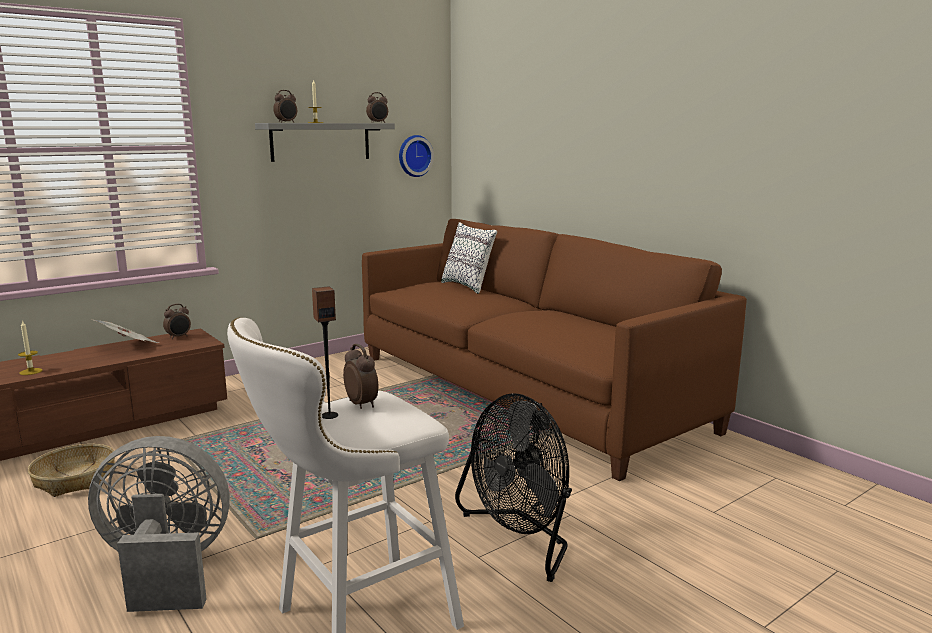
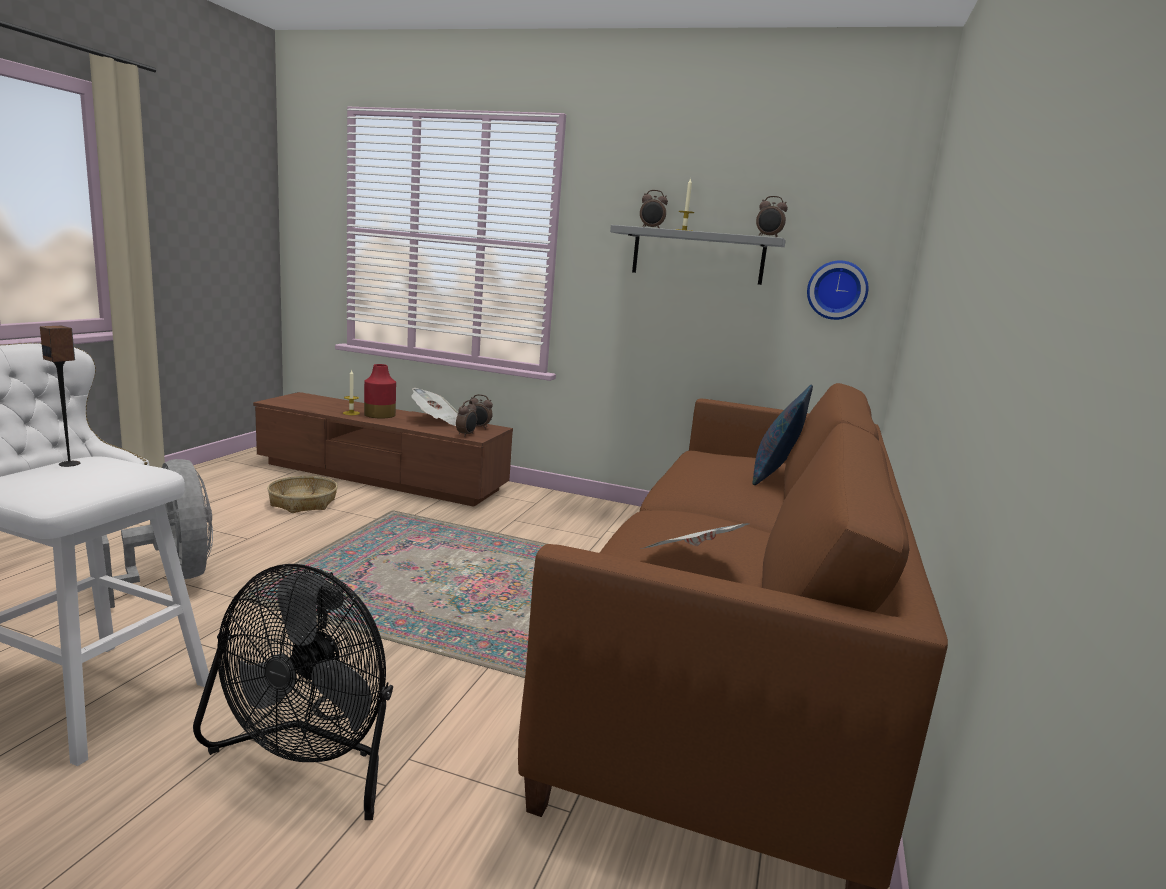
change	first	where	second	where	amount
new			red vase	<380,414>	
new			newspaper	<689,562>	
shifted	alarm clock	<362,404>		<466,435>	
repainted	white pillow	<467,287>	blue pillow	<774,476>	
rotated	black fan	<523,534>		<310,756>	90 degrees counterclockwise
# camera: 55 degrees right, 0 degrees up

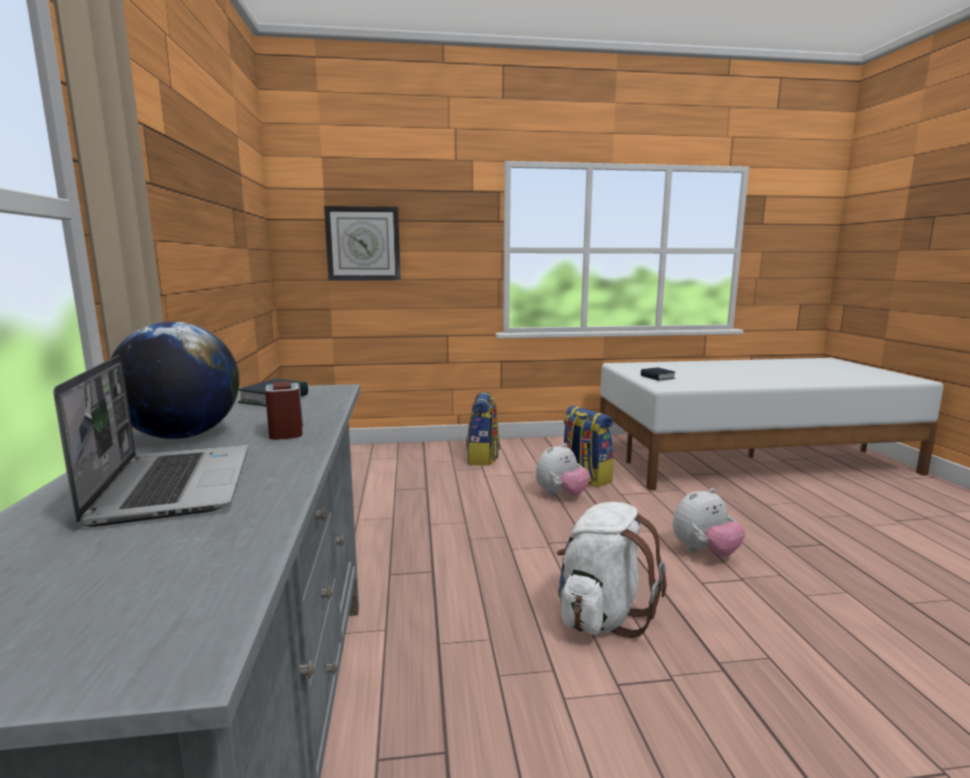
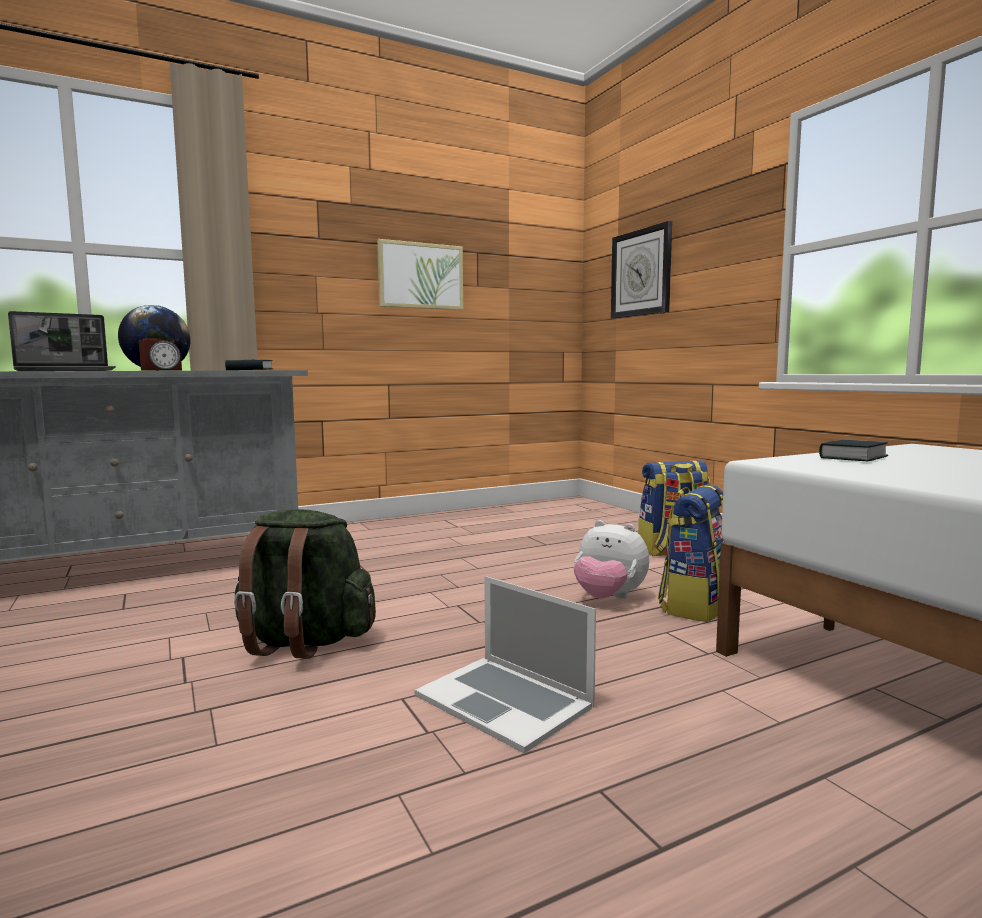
change	first	where	second	where	amount
new			picture	<420,276>	
swapped	plush toy	<704,552>	laptop	<504,700>	
repainted	white backpack	<601,615>	green backpack	<304,642>	
# camera: 70 degrees right, 5 degrees down

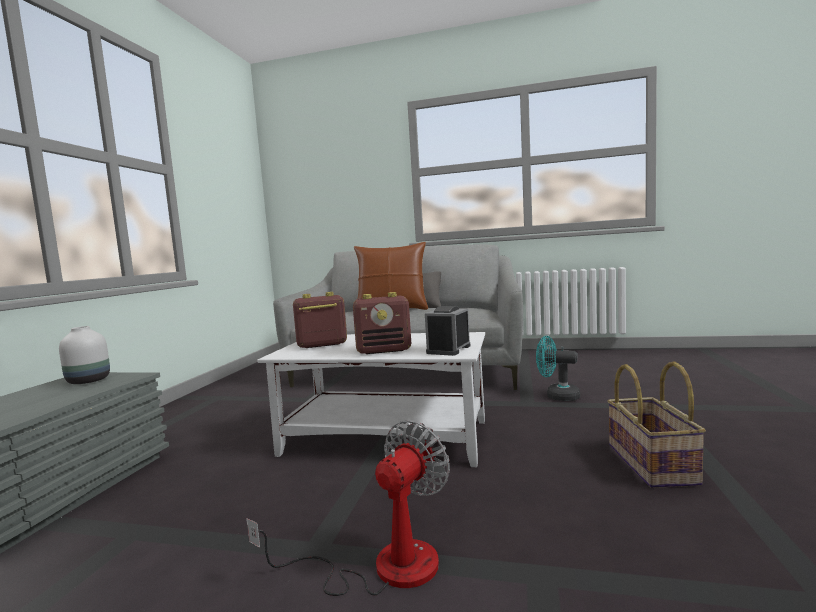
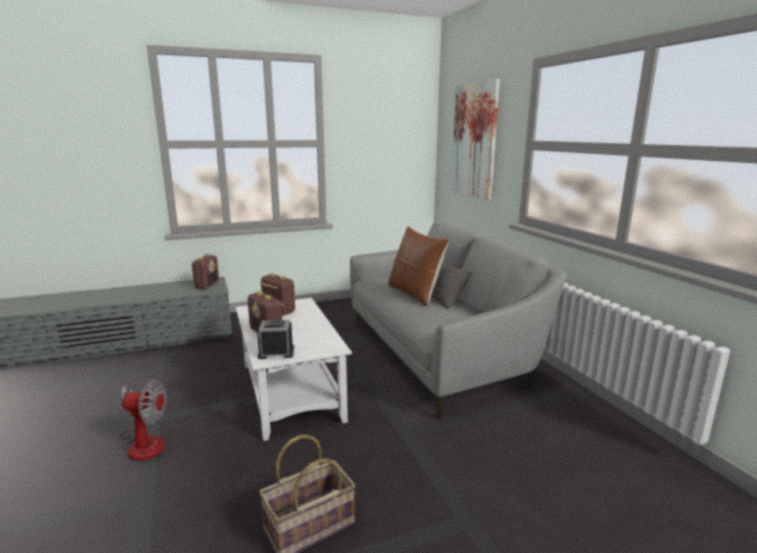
change	first	where	second	where	amount
gone	turquoise fan	<557,396>			
new			picture	<474,140>	
swapped	white vase	<87,381>	radio	<207,285>	
# camera: 55 degrees right, 10 degrees up

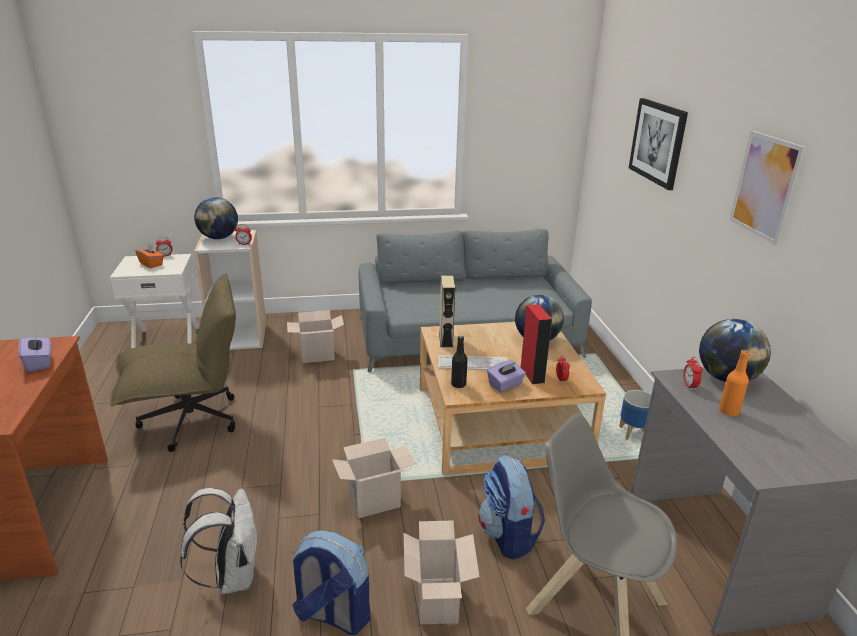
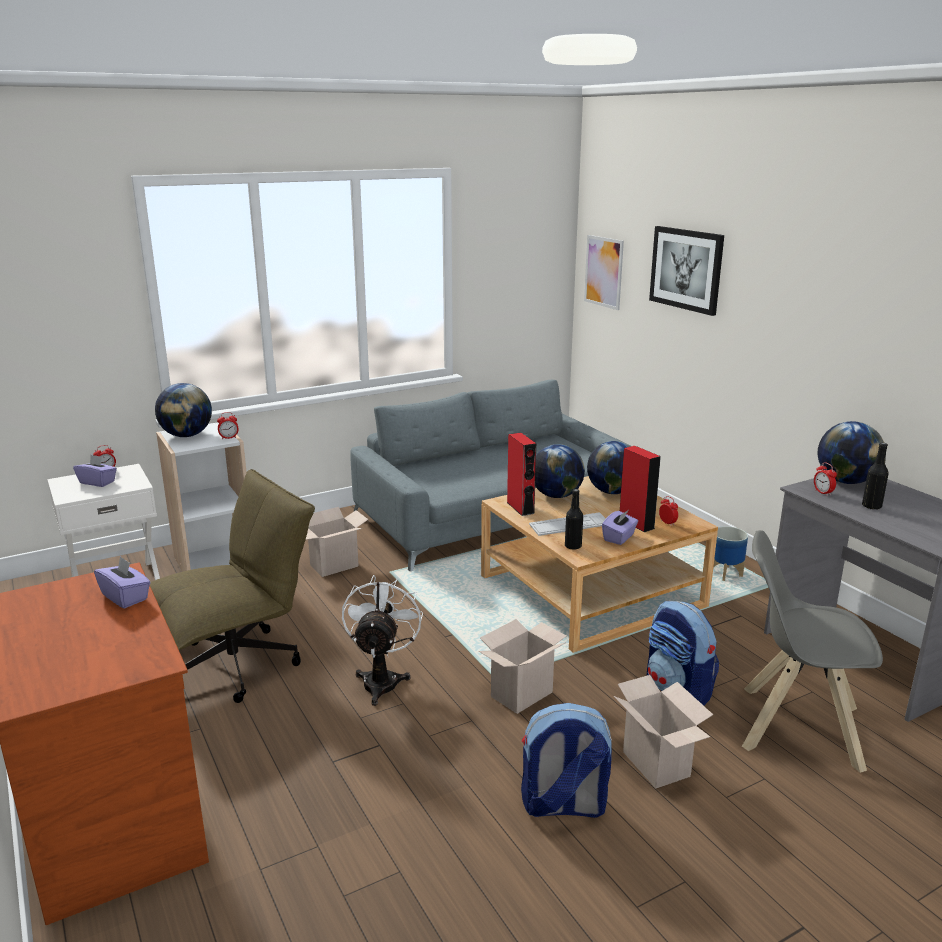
change	first	where	second	where	amount
gone	white backpack	<232,576>			
new			white fan	<382,679>	
new			globe	<556,495>	
shifted	picture	<765,186>		<603,272>	
repainted	orange tissue box	<151,264>	purple tissue box	<97,482>	
repainted	beige speaker	<445,339>	red speaker	<520,508>	
repainted	orange bottle	<728,411>	black bottle	<871,506>	
# camera: 20 degrees left, 5 degrees down

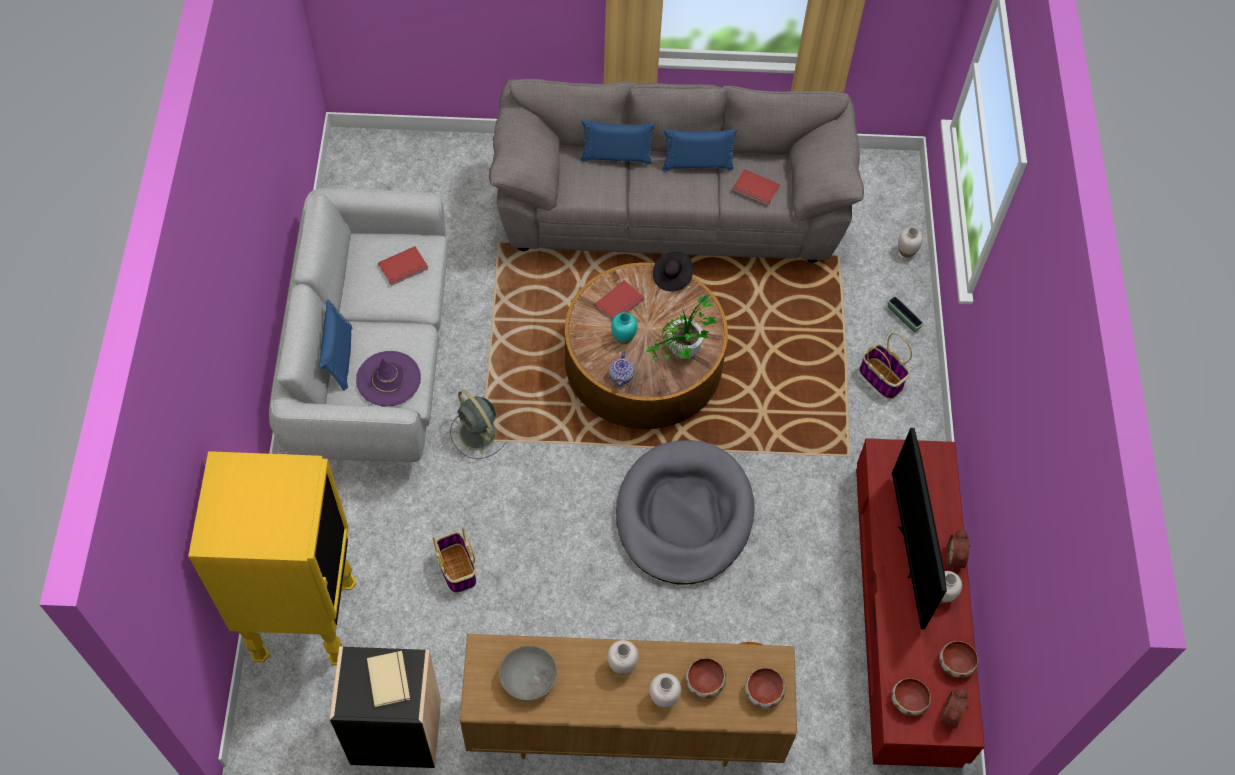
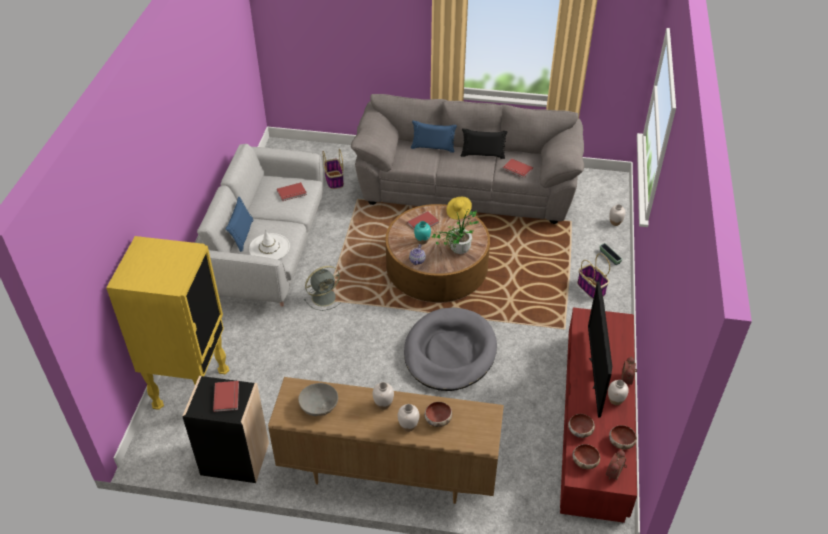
change	first	where	second	where	amount
shifted	basket	<456,568>		<334,180>	
shifted	bowl	<763,693>		<580,431>	
repainted	purple hat	<388,379>	white hat	<269,248>	
repainted	beige book	<390,679>	red book	<227,397>	
repainted	black hat	<672,277>	yellow hat	<458,212>	
repainted	blue pillow	<697,164>	black pillow	<483,154>	
rotated	grey fan	<479,434>		<325,297>	90 degrees counterclockwise
# camera: 10 degrees right, 15 degrees down

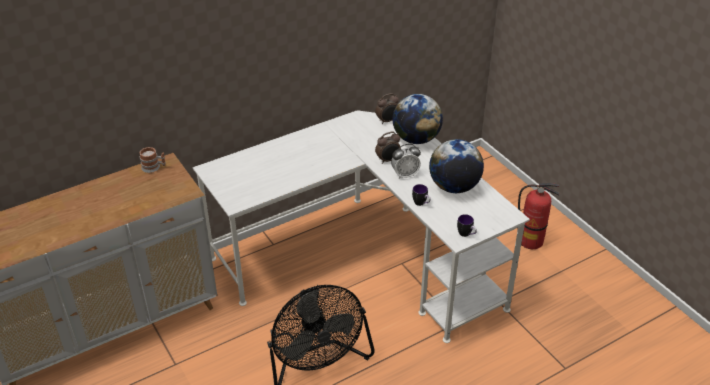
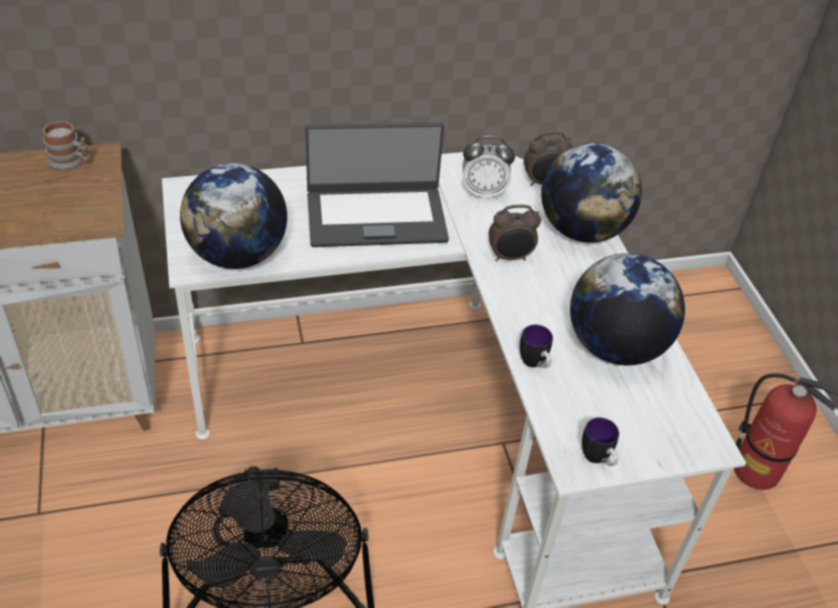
change	first	where	second	where	amount
new			globe	<238,255>	
new			laptop	<376,216>	
shifted	alarm clock	<405,174>		<483,192>	
# camera: 15 degrees right, 5 degrees up

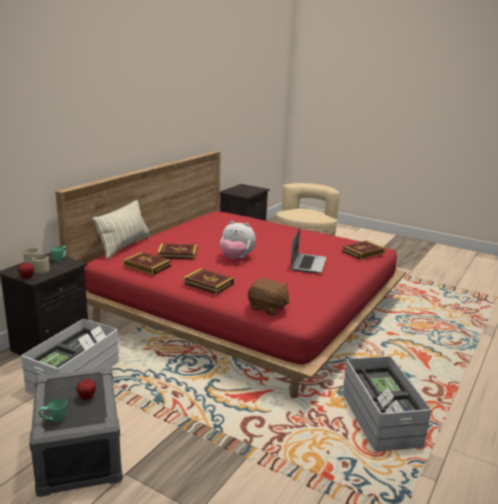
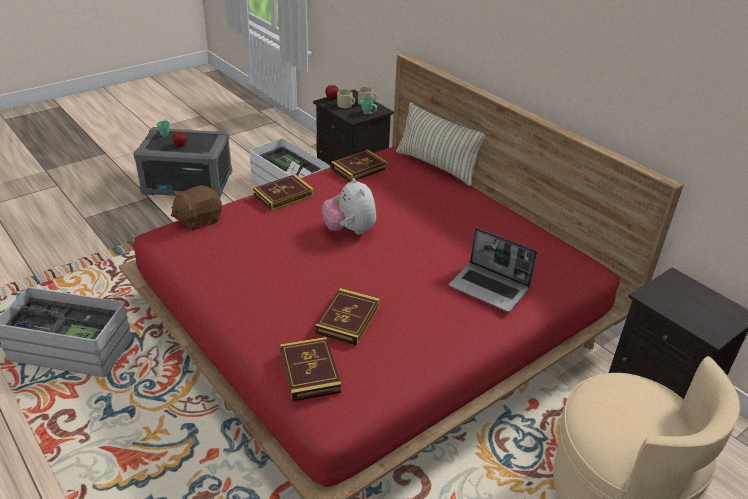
change	first	where	second	where	amount
shifted	book	<177,254>		<348,319>	
shifted	laptop	<308,264>		<490,288>	
rotated	plush toy	<236,258>		<349,230>	60 degrees counterclockwise
# camera: 110 degrees right, 15 degrees up

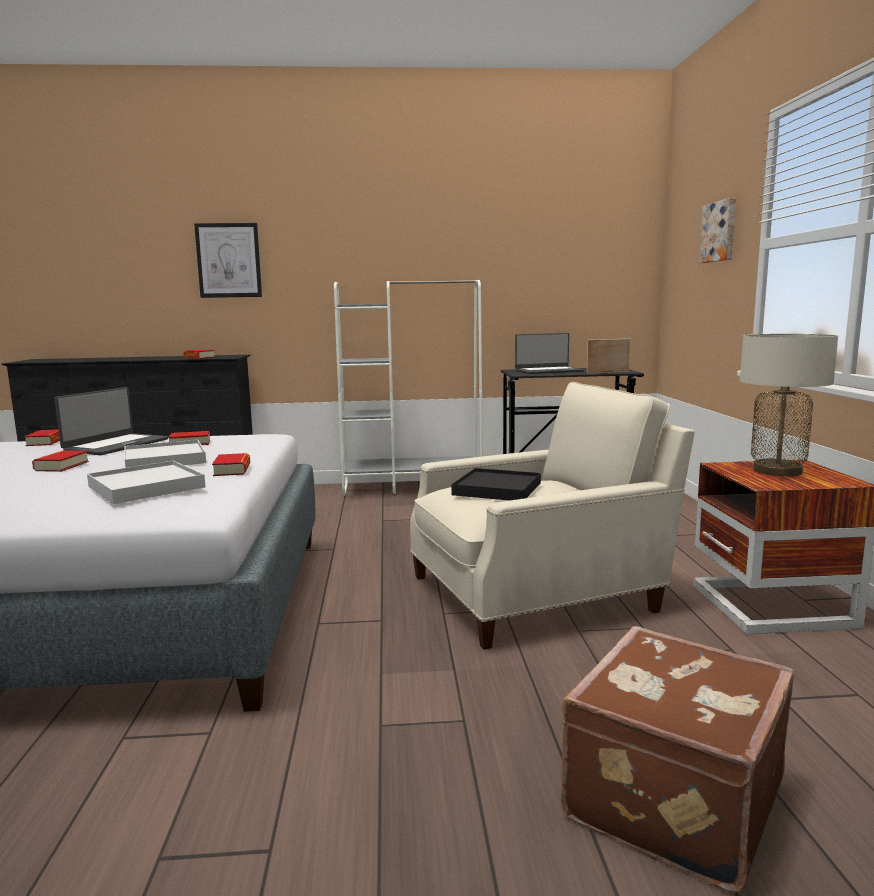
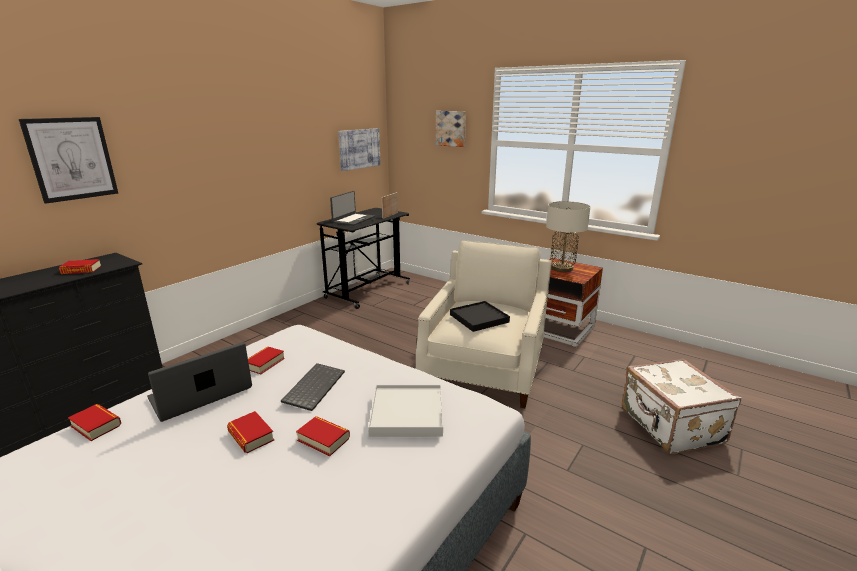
change	first	where	second	where	amount
gone	grey clothes rack	<412,488>			
new			picture	<359,149>	
shifted	book	<232,470>		<323,439>	
swapped	white tray	<165,459>	keyboard	<314,387>	
repainted	brown suitcase	<669,798>	white suitcase	<670,426>	
rotated	laptop	<115,445>		<201,394>	105 degrees counterclockwise
# camera: 50 degrees left, 10 degrees up

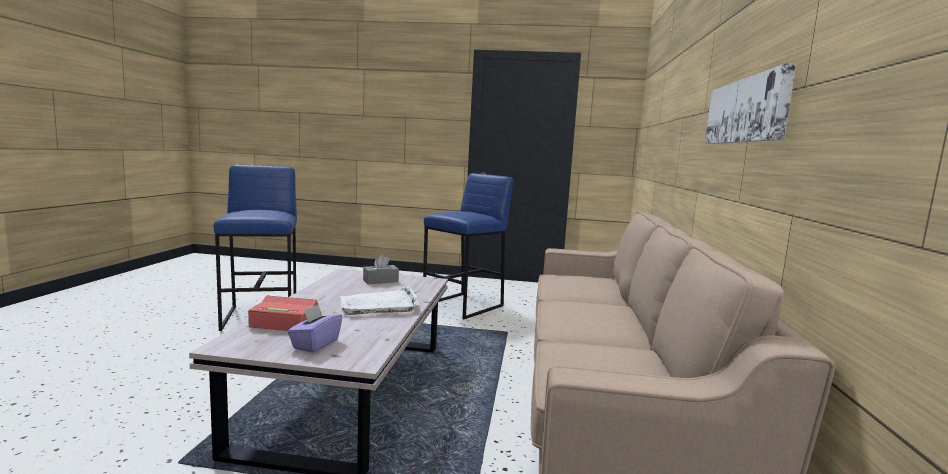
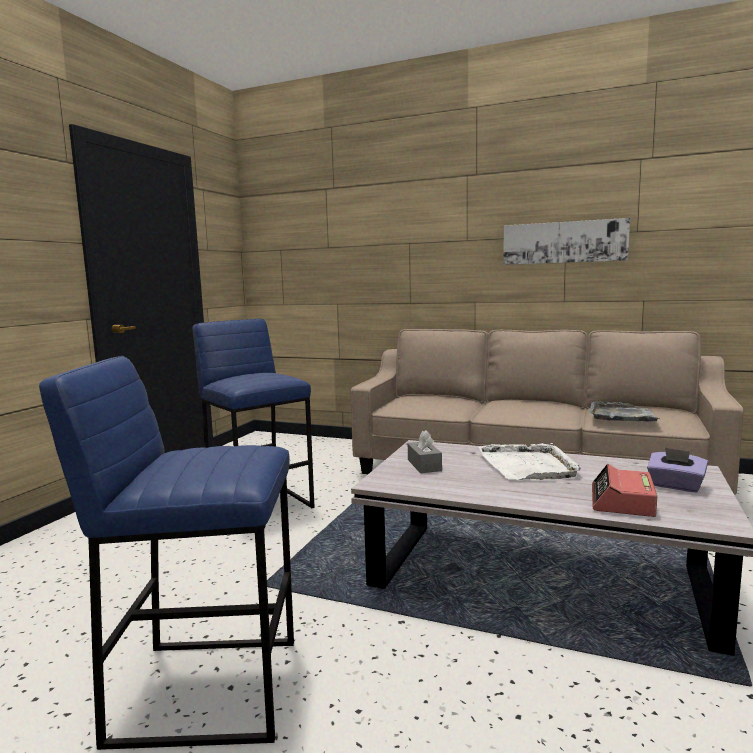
change	first	where	second	where	amount
new			grey tray	<621,415>	
# camera: 75 degrees left, 0 degrees up

